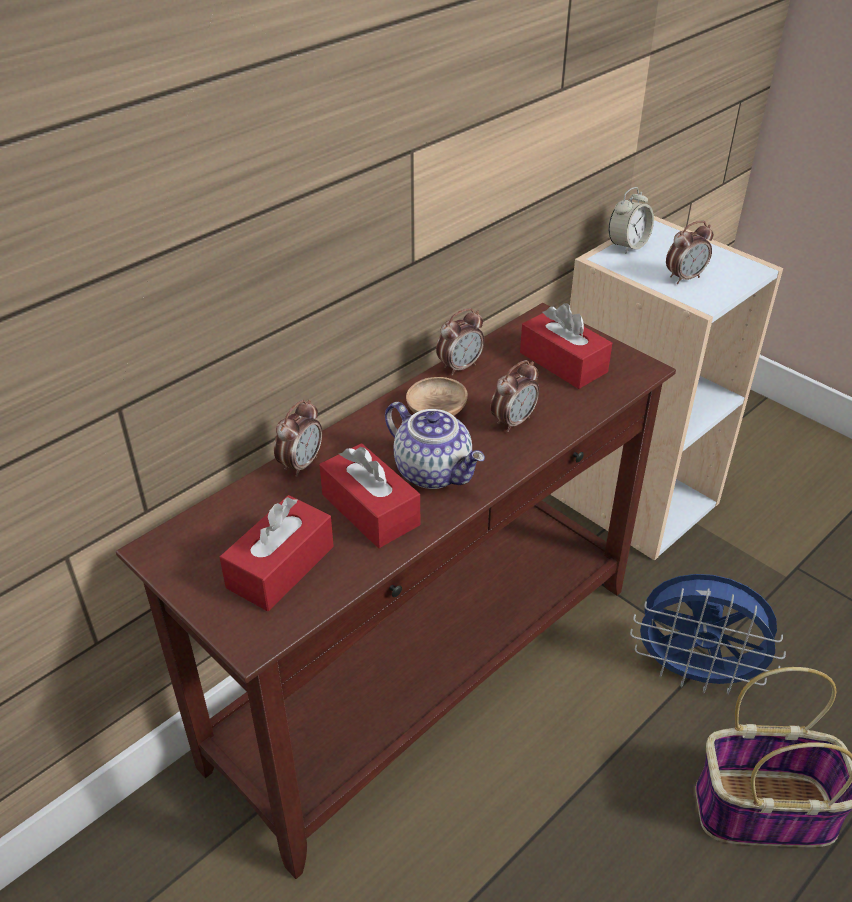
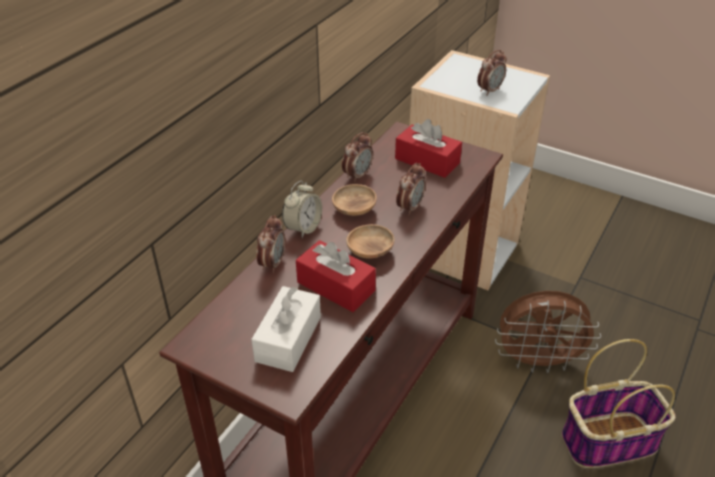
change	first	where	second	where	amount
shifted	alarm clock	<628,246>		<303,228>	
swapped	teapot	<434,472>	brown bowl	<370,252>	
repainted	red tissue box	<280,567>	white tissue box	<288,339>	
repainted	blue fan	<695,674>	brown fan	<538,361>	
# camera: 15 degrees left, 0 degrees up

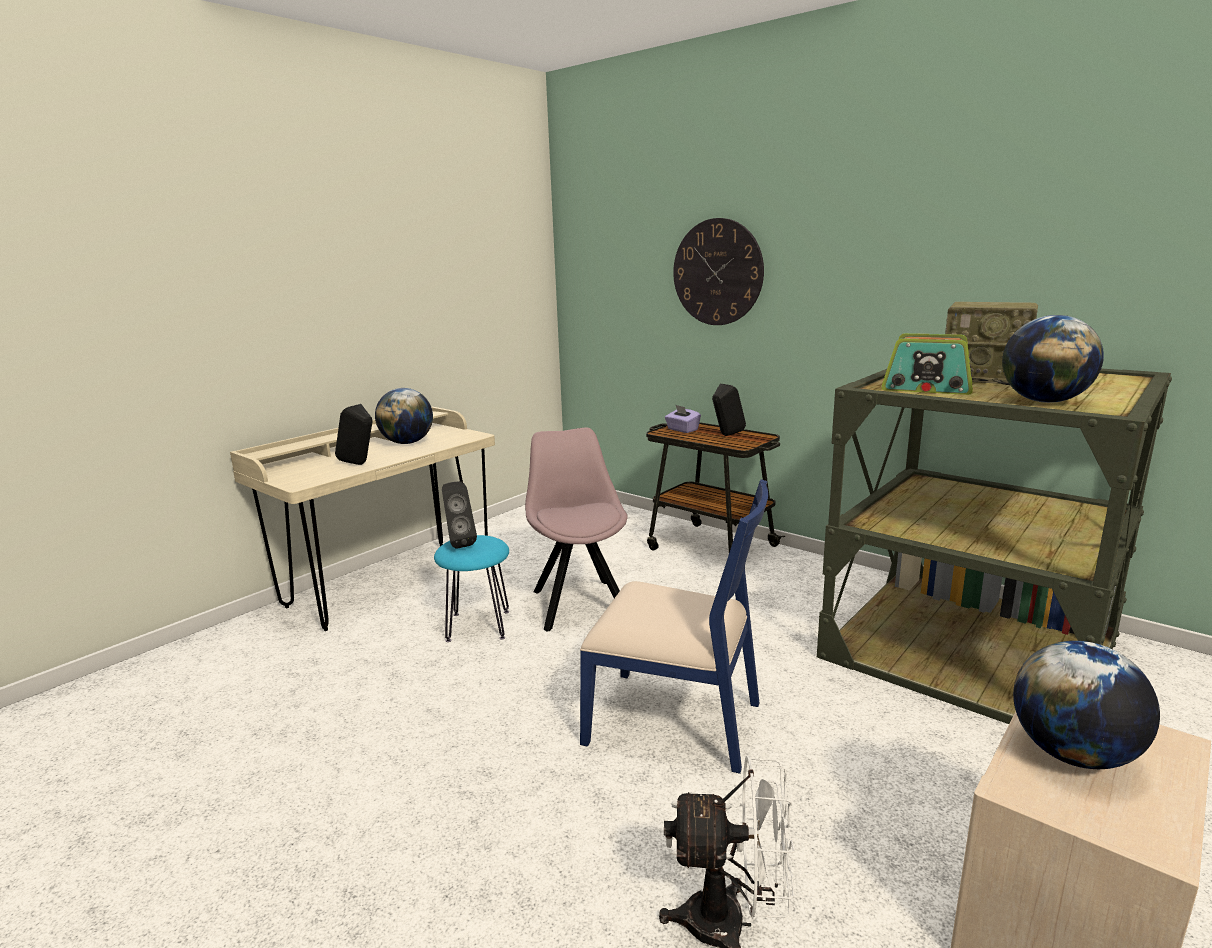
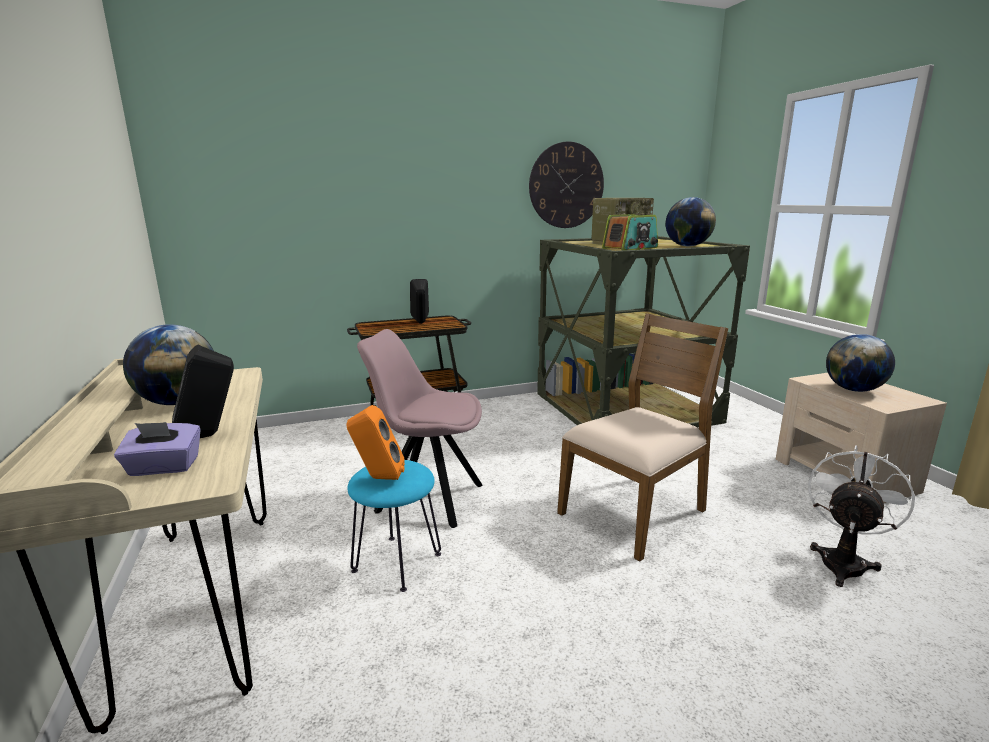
change	first	where	second	where	amount
shifted	purple tissue box	<682,430>		<164,467>	
shifted	wall clock	<717,272>		<566,185>	
repainted	black speaker	<458,543>	orange speaker	<378,478>	
repainted	blue chair	<675,721>	brown chair	<635,512>	
# camera: 60 degrees left, 0 degrees up

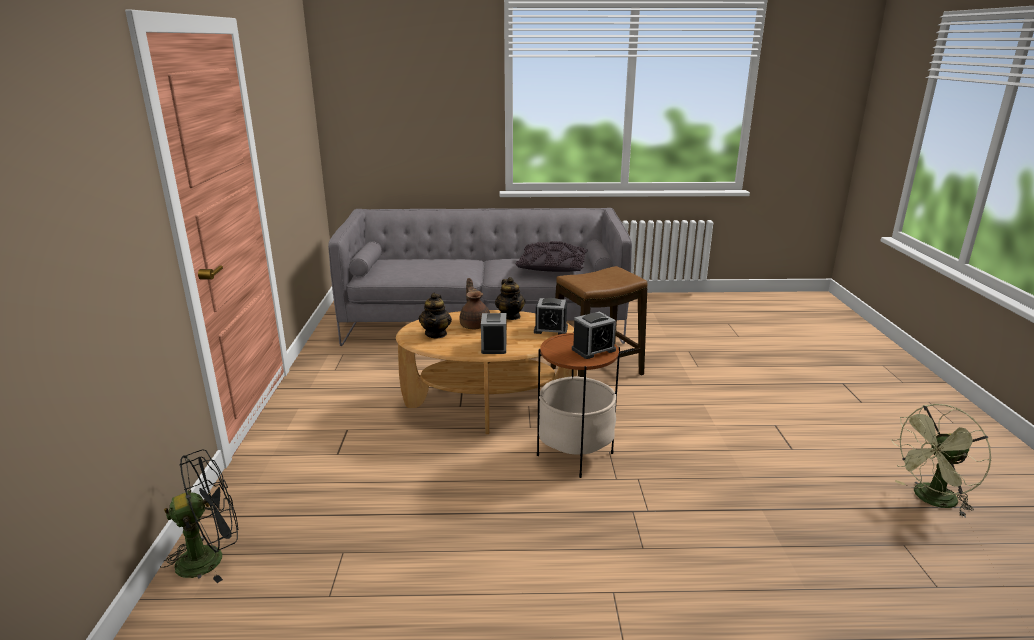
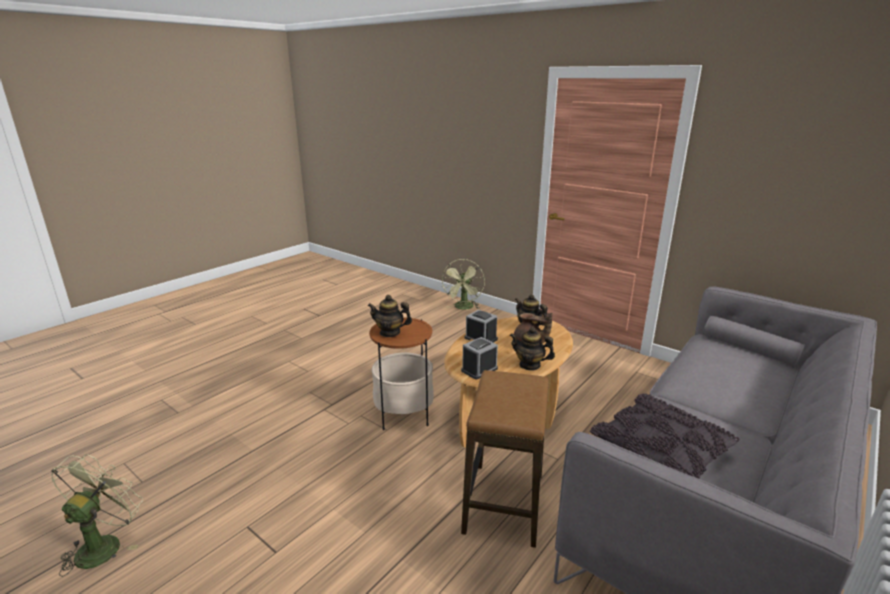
change	first	where	second	where	amount
swapped	alarm clock	<593,350>	teapot	<390,332>	
repainted	black fan	<210,557>	green fan	<464,308>	
# camera: 130 degrees right, 0 degrees up

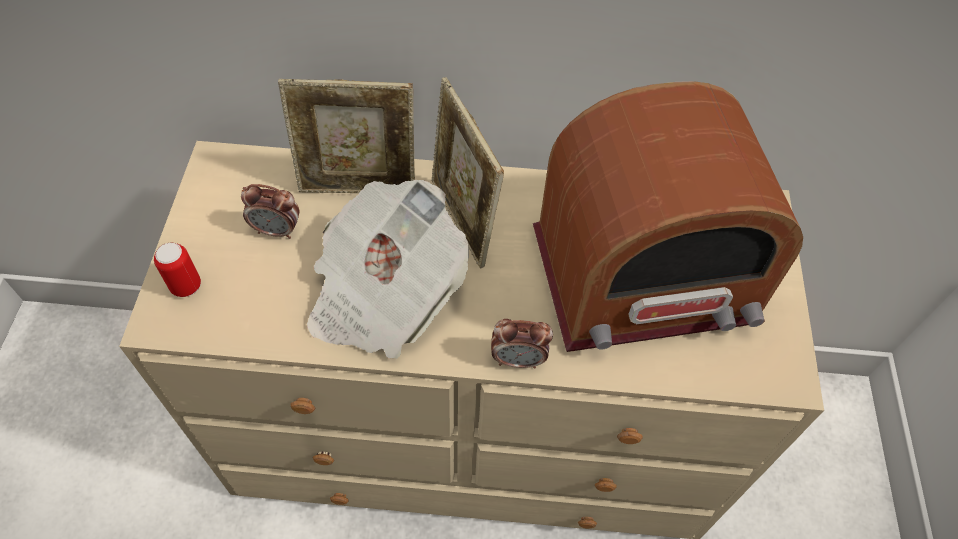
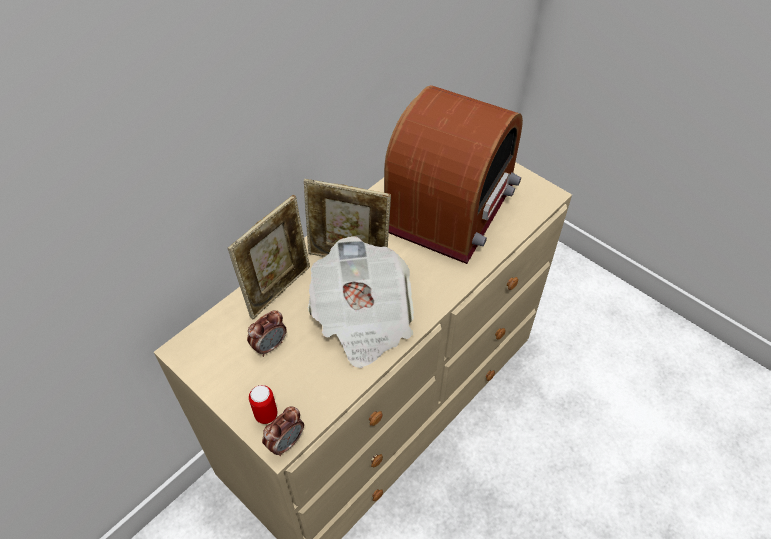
change	first	where	second	where	amount
shifted	alarm clock	<518,359>		<286,442>	
# camera: 50 degrees left, 5 degrees down

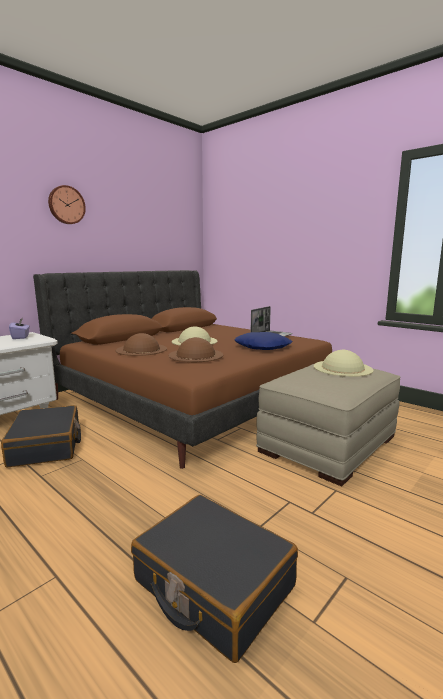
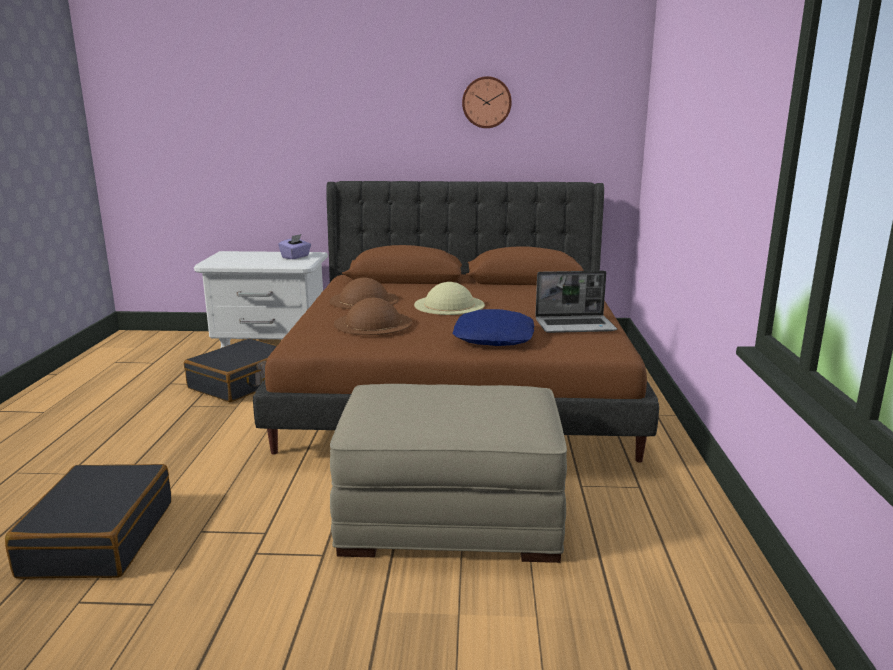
change	first	where	second	where	amount
gone	beige hat	<342,368>			
shifted	wall clock	<66,205>		<486,102>	
# camera: 50 degrees right, 5 degrees up

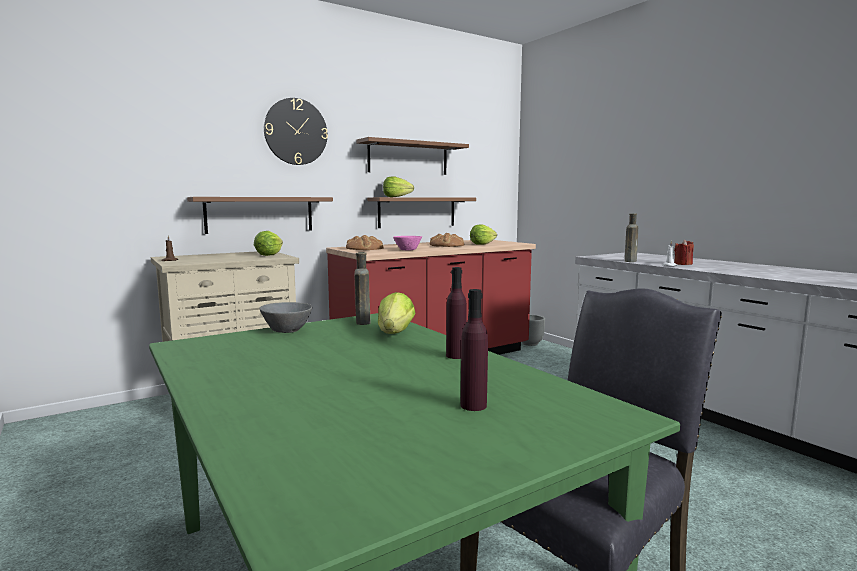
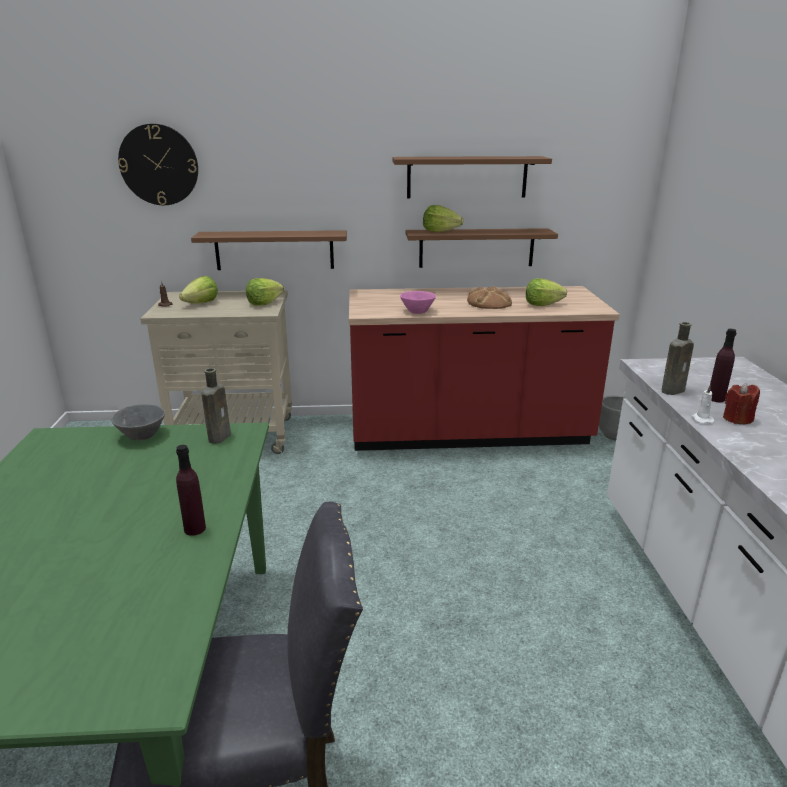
change	first	where	second	where	amount
gone	bread	<365,248>			
shifted	wall clock	<296,132>		<159,165>	
shifted	lettuce	<395,333>		<201,303>	
shifted	purple bottle	<473,405>		<715,399>	
# camera: 30 degrees right, 15 degrees up

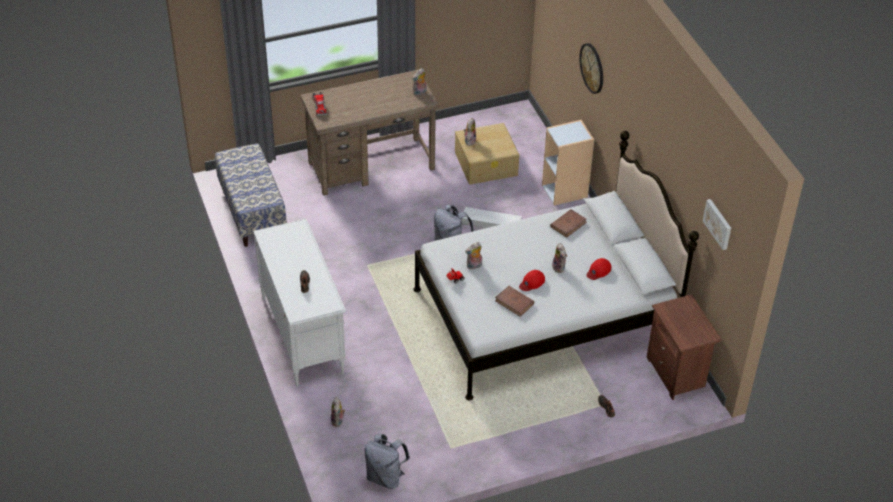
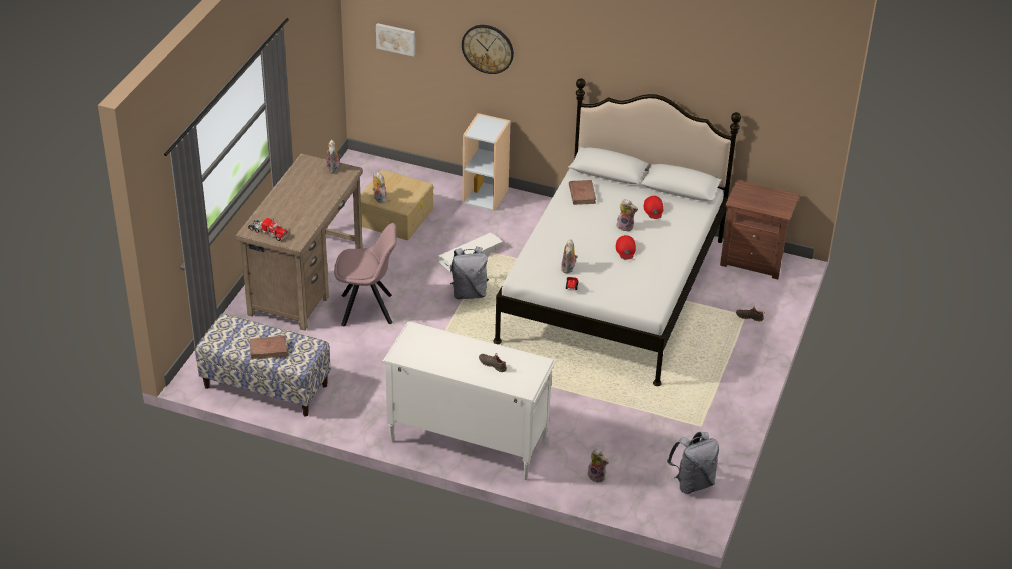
change	first	where	second	where	amount
new			pink chair	<367,310>	
shifted	brown book	<514,302>		<268,349>	
shifted	picture	<718,223>		<396,38>	
# camera: 50 degrees left, 5 degrees down

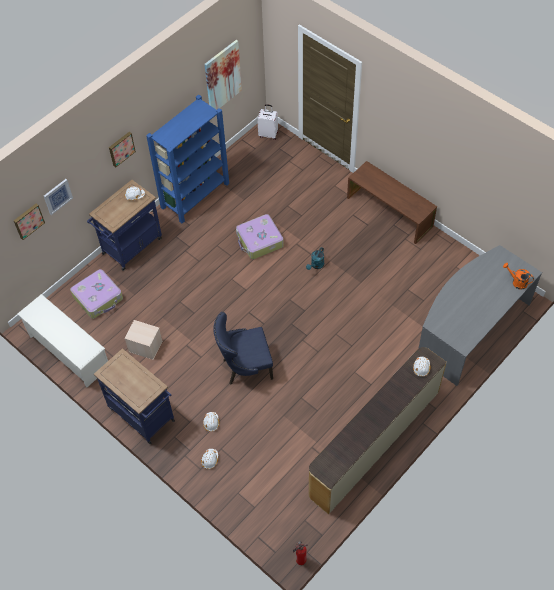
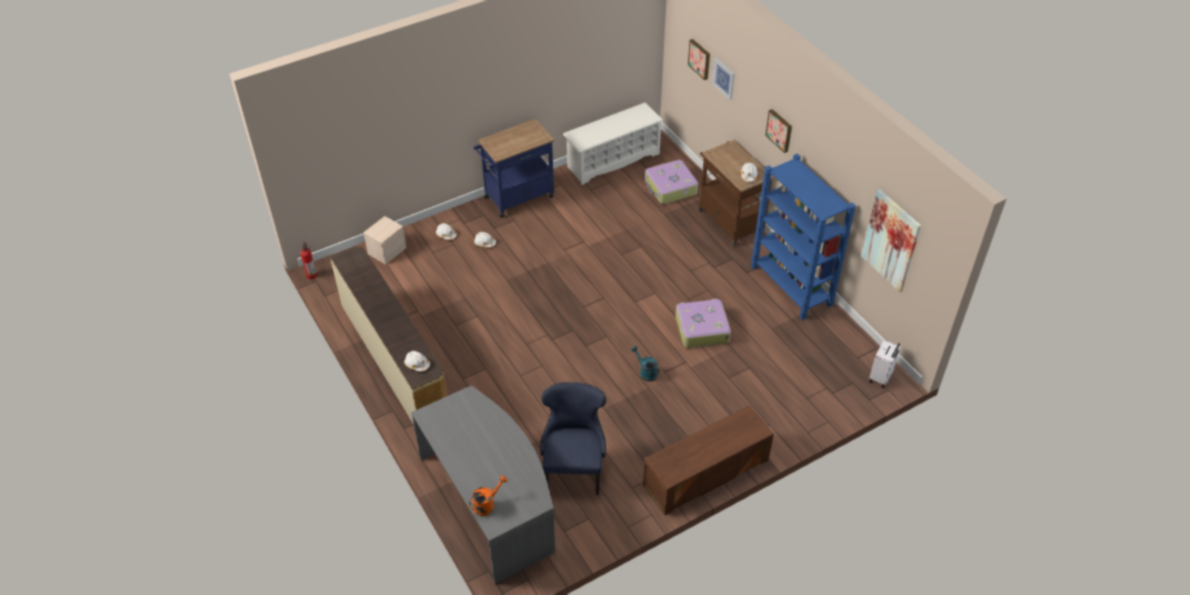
change	first	where	second	where	amount
shifted	beige storage box	<145,346>		<387,250>	
shifted	blue chair	<245,367>		<574,468>	
repainted	blue cart	<130,247>	brown cart	<729,220>	
# camera: 105 degrees right, 10 degrees down

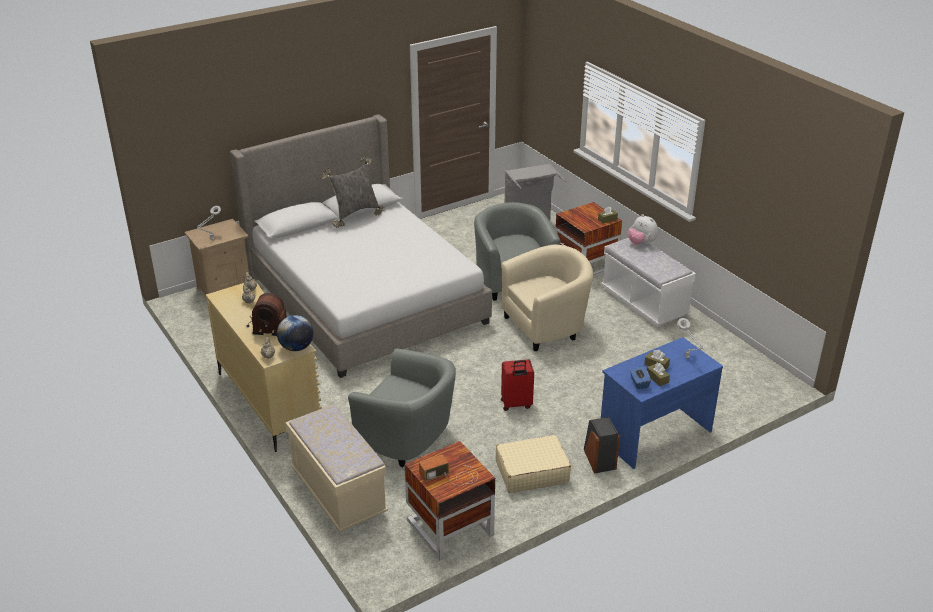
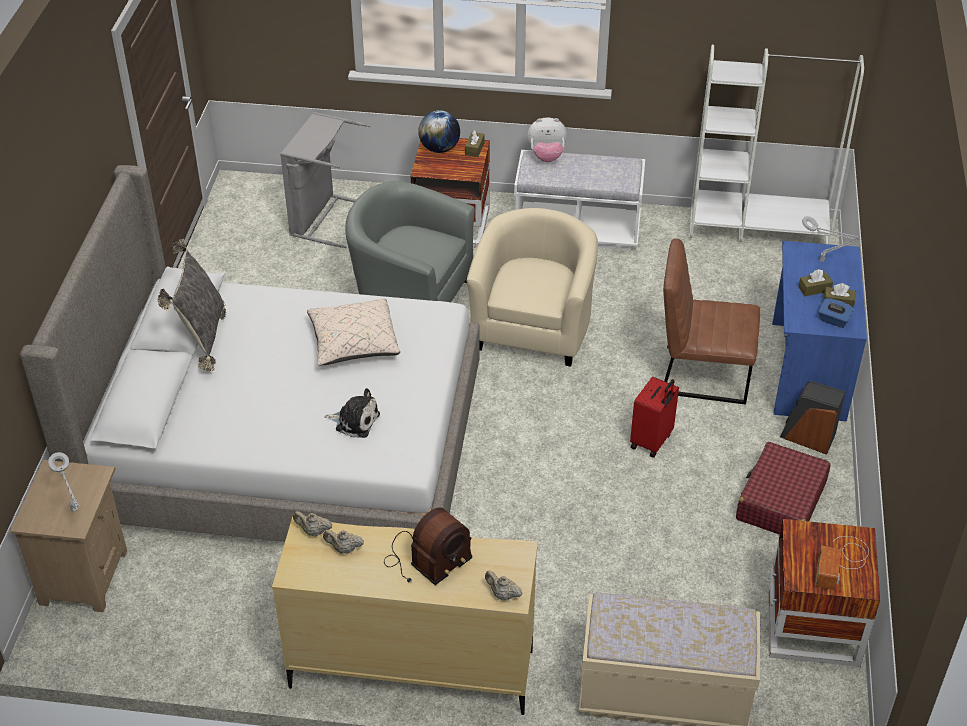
change	first	where	second	where	amount
gone	grey armchair	<408,440>			
new			beige pillow	<354,344>	
new			plush toy	<355,421>	
new			brown chair	<702,373>	
new			white clothes rack	<759,231>	
shifted	globe	<296,347>		<439,149>	
repainted	beige suitcase	<531,472>	red suitcase	<780,501>	
# camera: 50 degrees left, 10 degrees up

